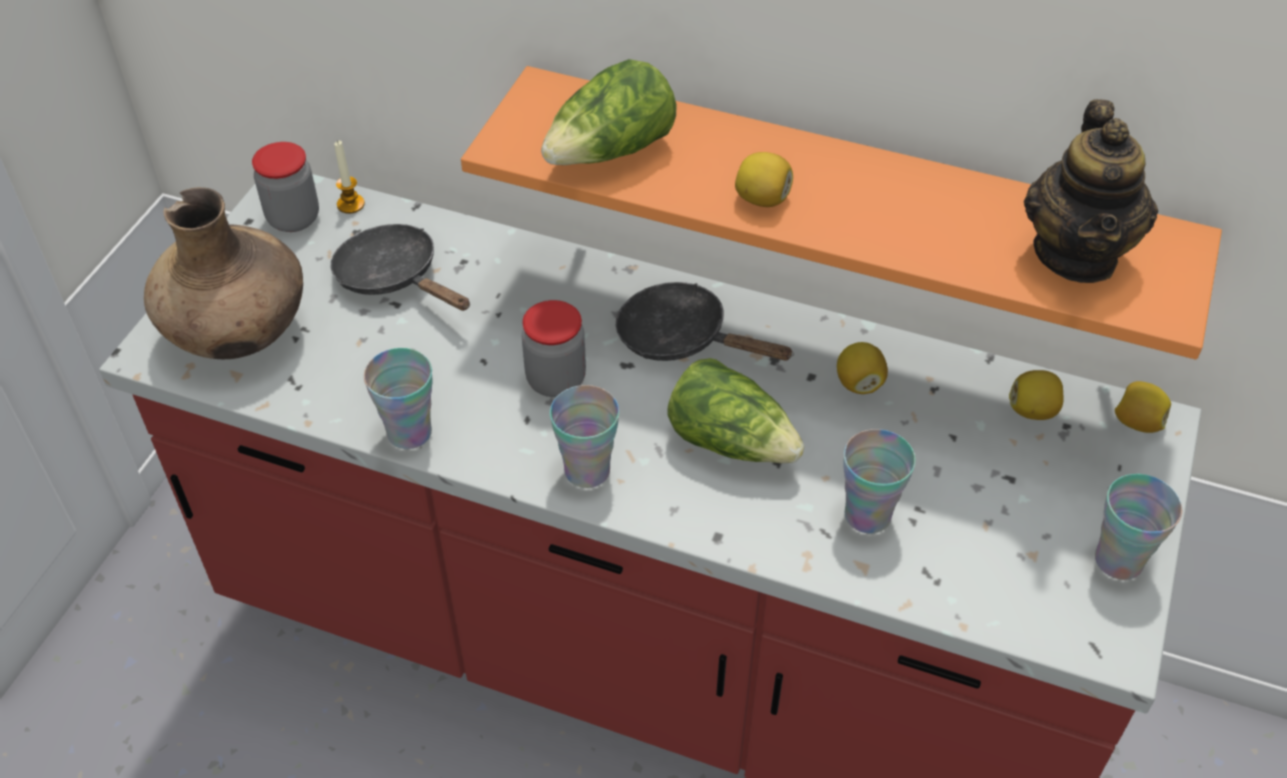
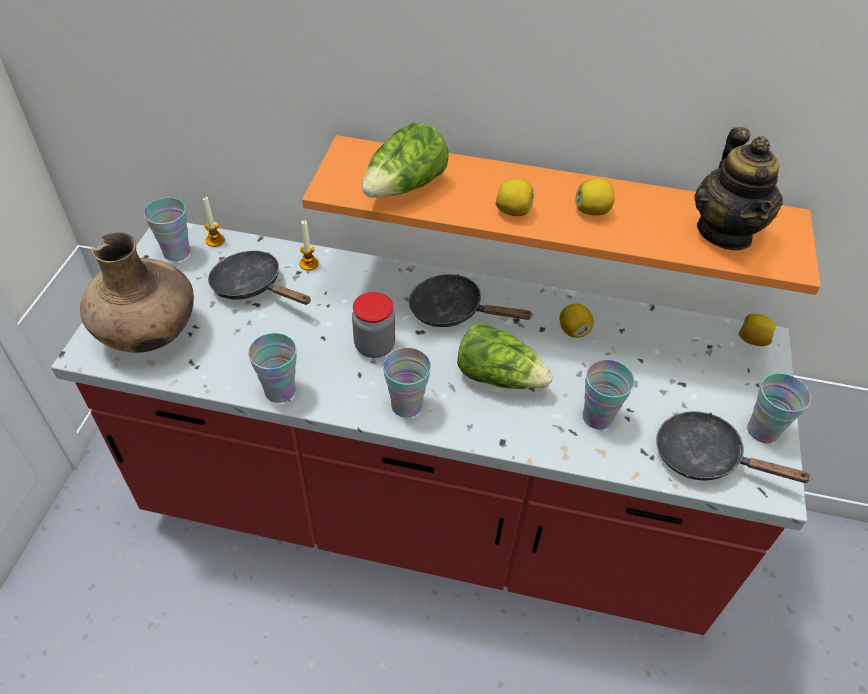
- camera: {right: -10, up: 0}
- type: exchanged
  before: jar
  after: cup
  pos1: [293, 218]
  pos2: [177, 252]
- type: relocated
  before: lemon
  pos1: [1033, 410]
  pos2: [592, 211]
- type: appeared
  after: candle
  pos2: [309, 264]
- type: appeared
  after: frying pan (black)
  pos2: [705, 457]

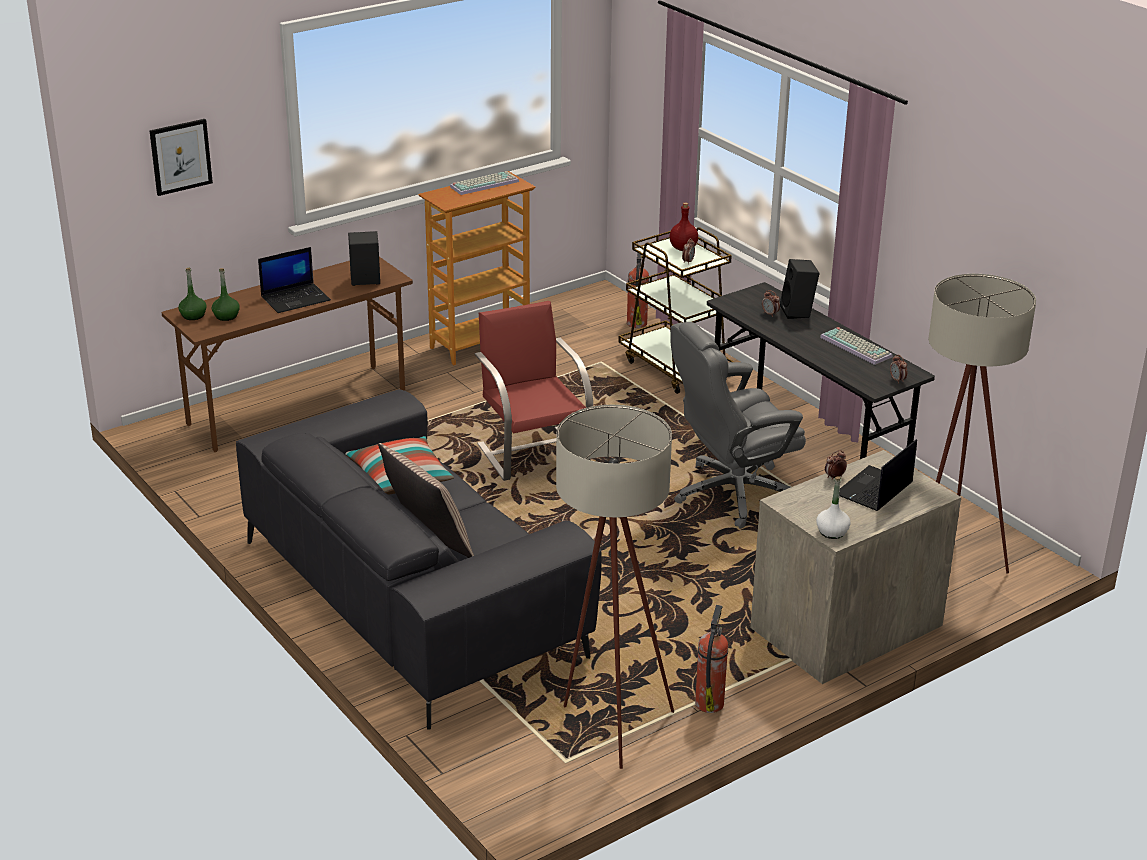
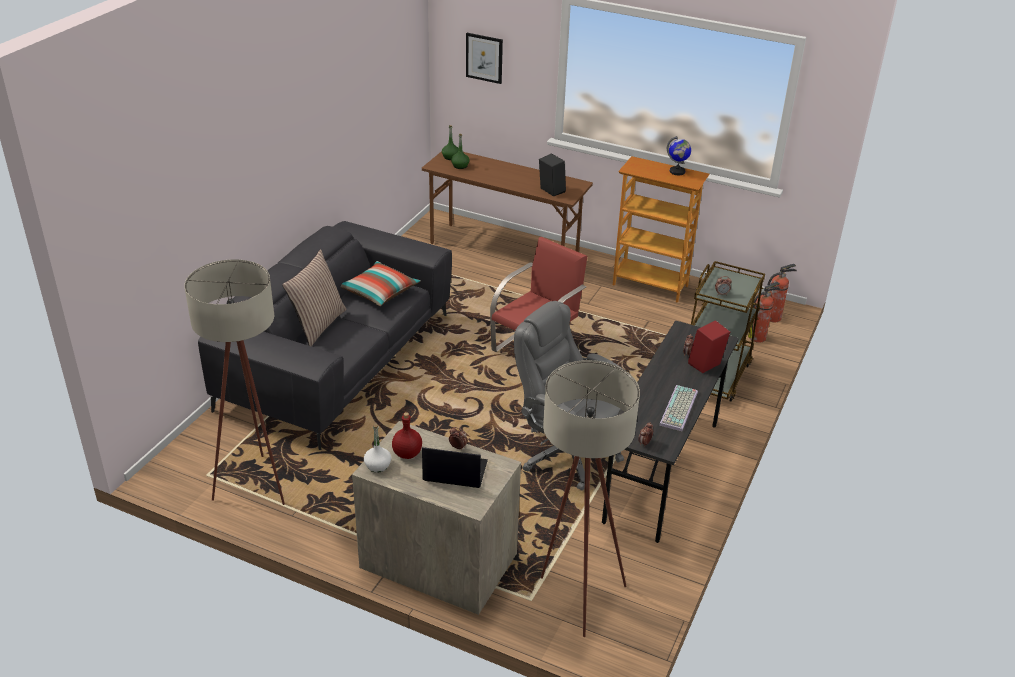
- camera: {right: 60, up: 5}
- type: exchanged
  before: keyboard
  after: globe
  pos1: [484, 183]
  pos2: [677, 172]
- type: relocated
  before: bottle (red)
  pos1: [683, 248]
  pos2: [407, 454]
- type: missing
  before: laptop
  pos1: [296, 298]
- type: colour
  before: speaker (black)
  after: speaker (red)
  pos1: [798, 312]
  pos2: [705, 366]
- type: relocated
  before: fire extinguisher
  pos1: [709, 702]
  pos2: [773, 317]

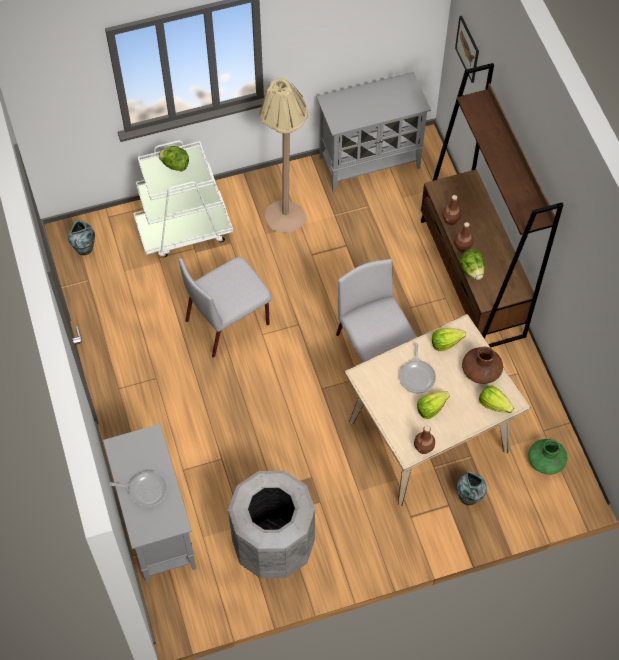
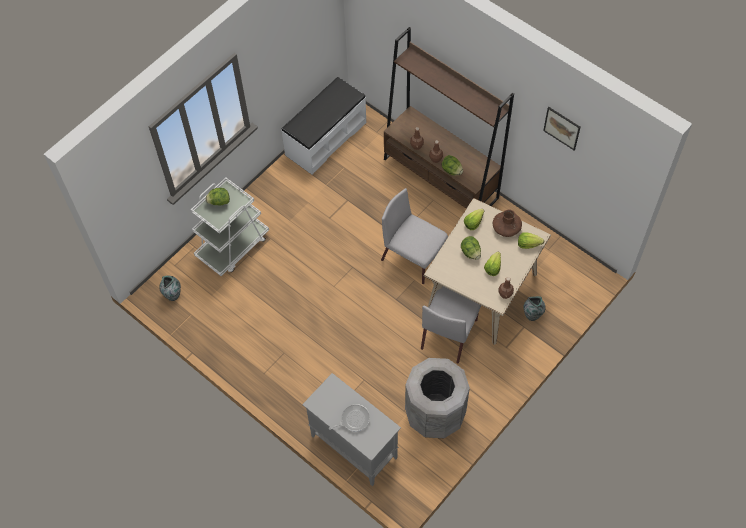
- camera: {right: -30, up: 0}
- type: relocated
  before: picture
  pos1: [467, 49]
  pos2: [562, 128]
- type: exchanged
  before: cabinet (grey)
  after: bench (white)
  pos1: [370, 162]
  pos2: [325, 138]
- type: missing
  before: floor lamp (beige)
  pos1: [286, 209]
- type: relocated
  before: chair (grey)
  pos1: [228, 321]
  pos2: [449, 333]
- type: exchanged
  before: frying pan
  after: lettuce
  pos1: [417, 376]
  pos2: [470, 252]
- type: missing
  before: vase (green)
  pos1: [546, 461]

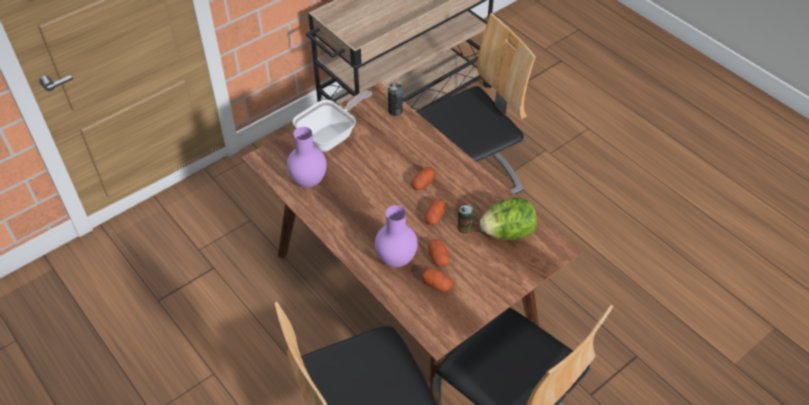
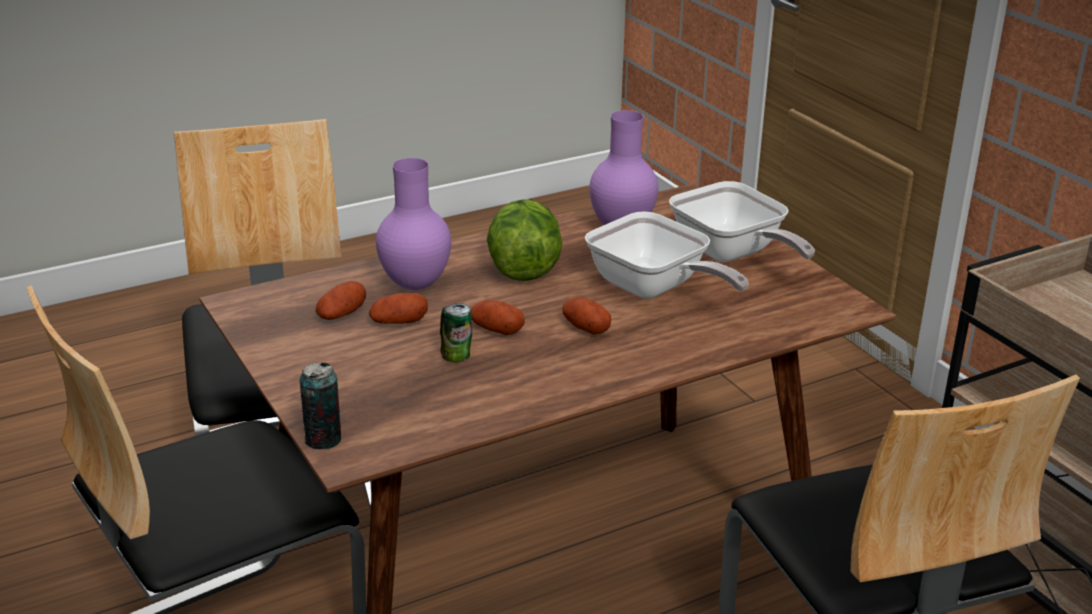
- camera: {right: 100, up: -20}
- type: relocated
  before: can
  pos1: [395, 111]
  pos2: [323, 439]
- type: relocated
  before: lettuce
  pos1: [508, 232]
  pos2: [523, 269]
- type: appeared
  after: frying pan
  pos2: [654, 289]

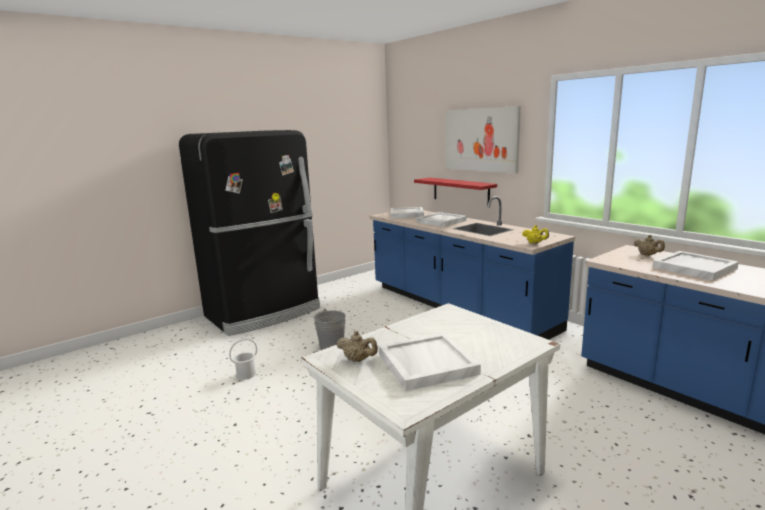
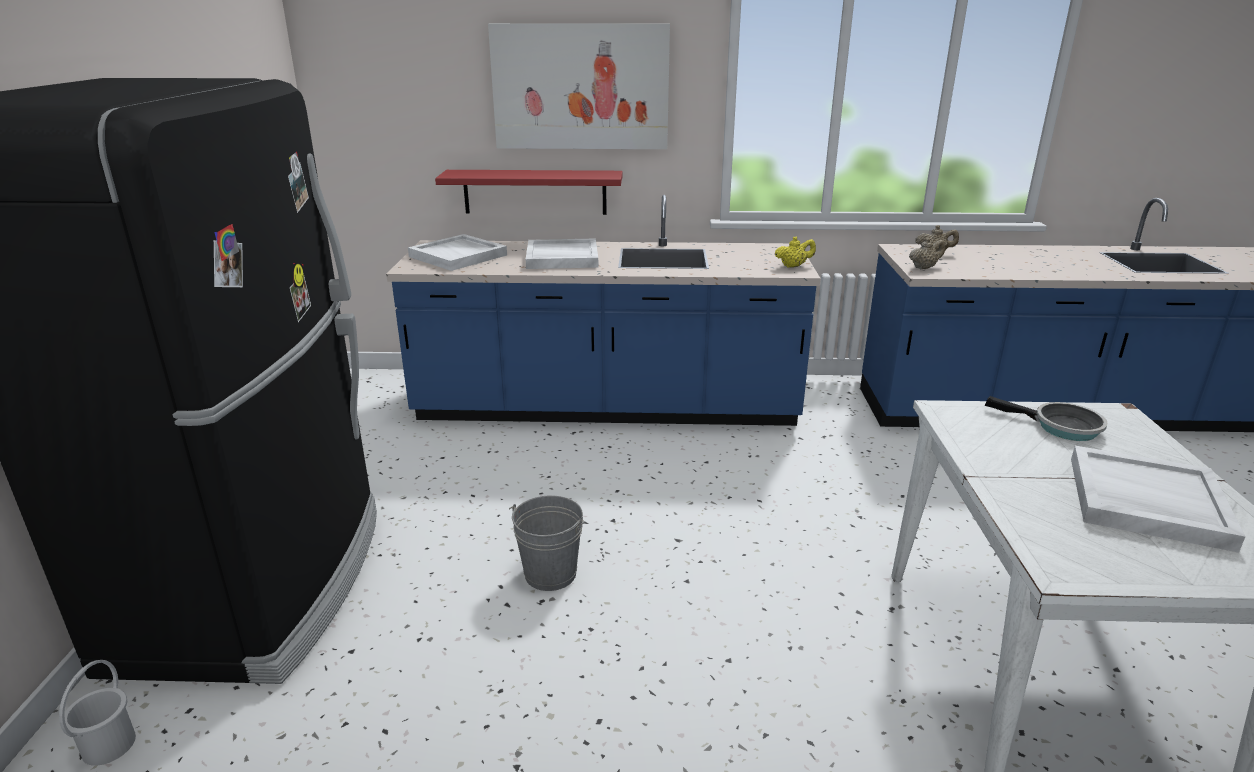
- camera: {right: -50, up: 10}
- type: missing
  before: tray (white)
  pos1: [694, 268]
- type: relocated
  before: teapot (beige)
  pos1: [358, 360]
  pos2: [924, 268]
- type: relocated
  before: bucket (white)
  pos1: [246, 374]
  pos2: [108, 745]
- type: appeared
  after: frying pan
  pos2: [1060, 427]

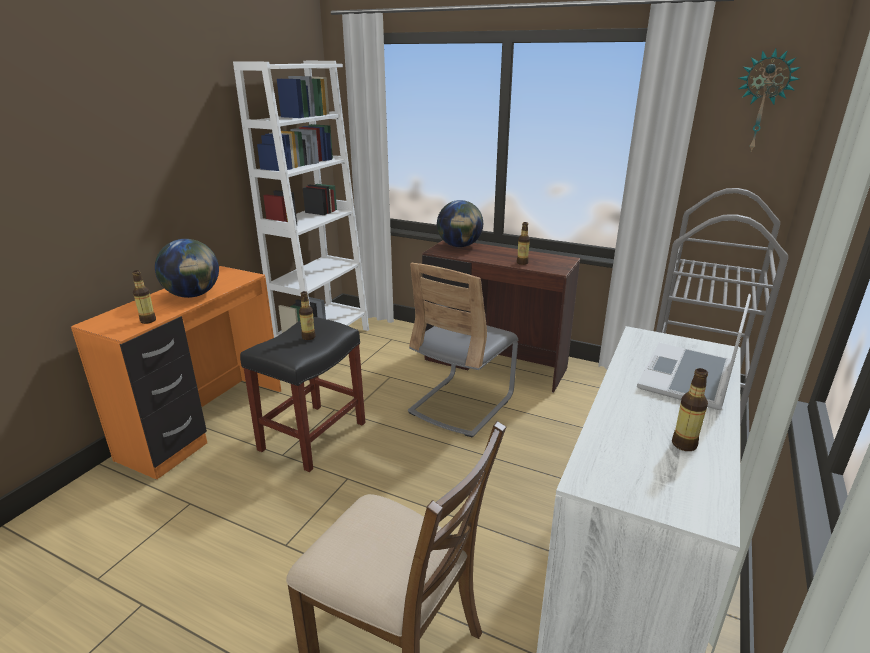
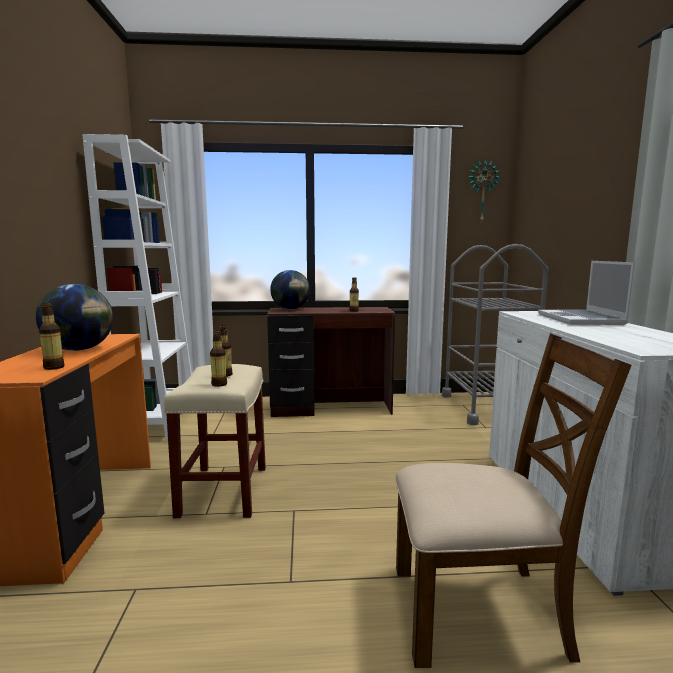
- camera: {right: -30, up: -15}
- type: missing
  before: chair (grey)
  pos1: [461, 404]
- type: colour
  before: stool (black)
  after: stool (beige)
  pos1: [312, 437]
  pos2: [224, 491]
- type: relocated
  before: bottle
  pos1: [684, 444]
  pos2: [219, 384]

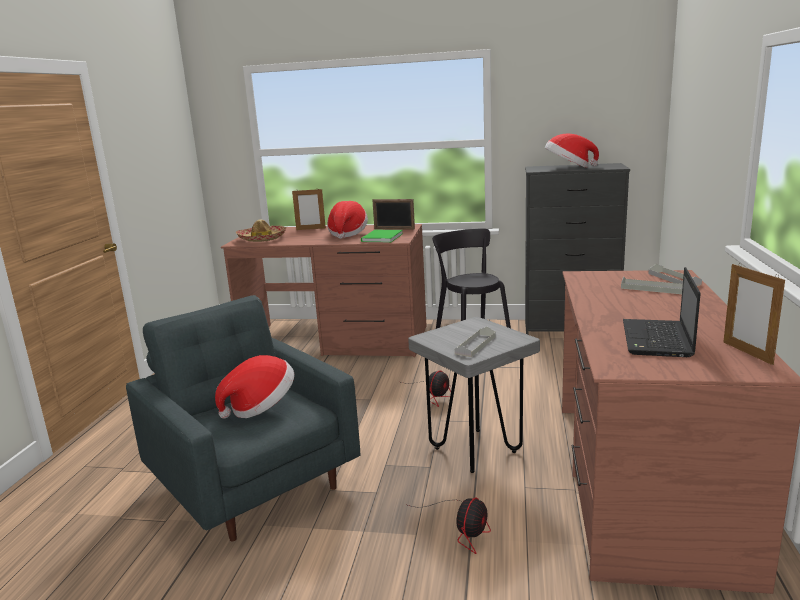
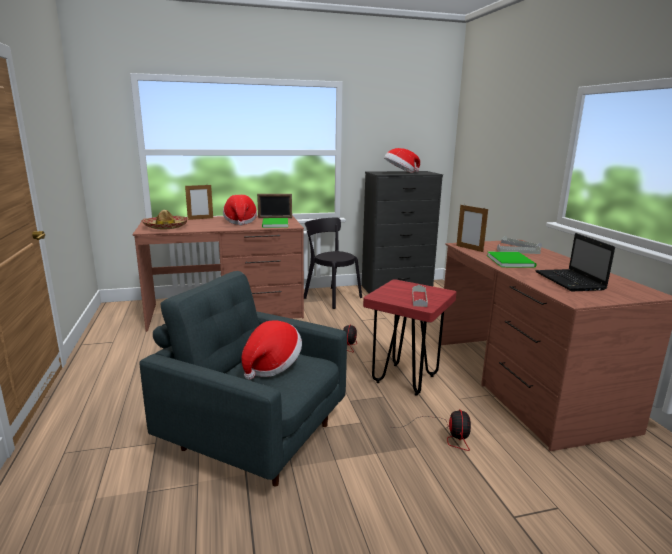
- camera: {right: -25, up: 0}
- type: relocated
  before: picture frame
  pos1: [747, 353]
  pos2: [469, 248]
- type: colour
  before: stool (grey)
  after: stool (red)
  pos1: [475, 450]
  pos2: [405, 379]
- type: appeared
  after: book (green)
  pos2: [510, 261]

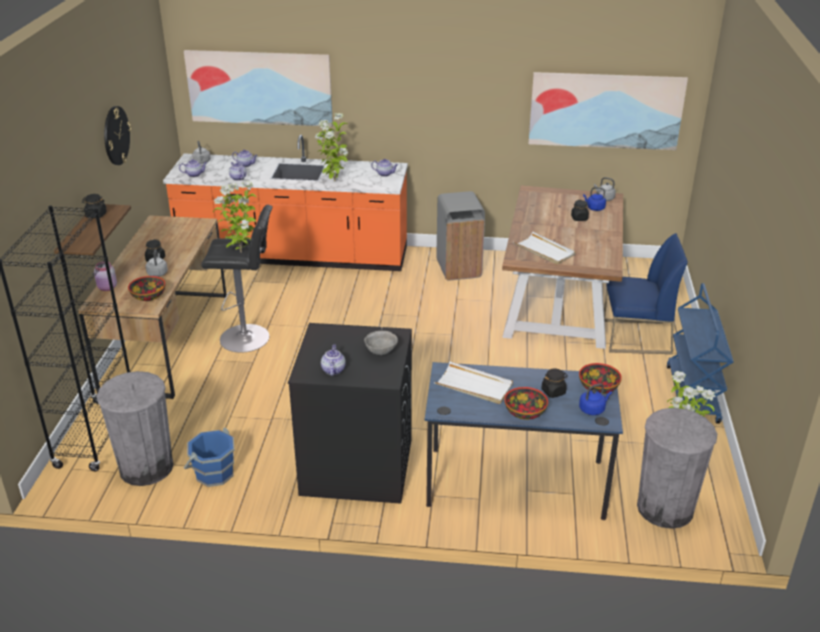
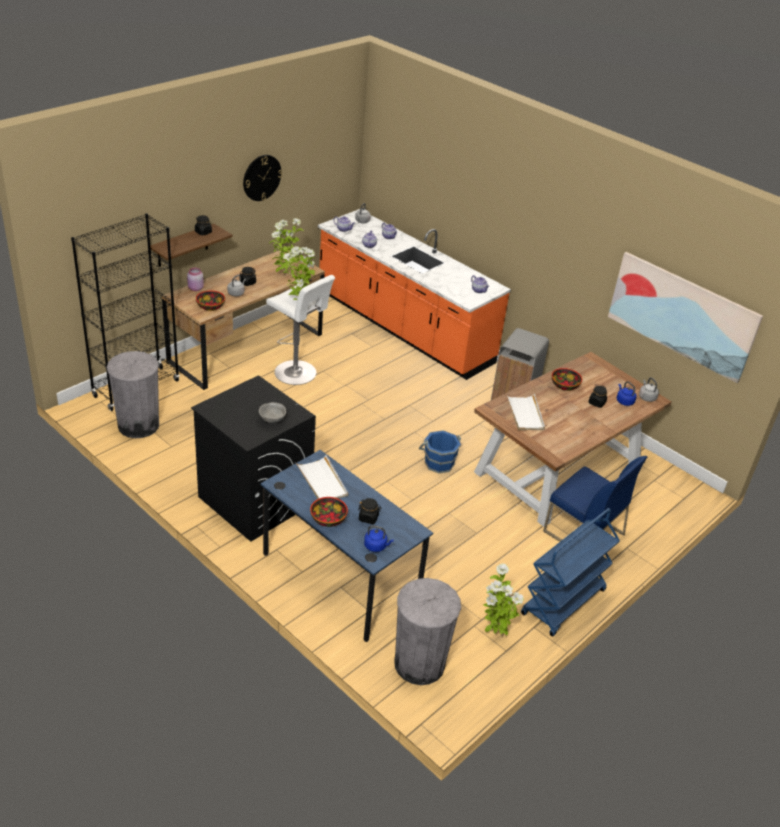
- camera: {right: 35, up: 5}
- type: missing
  before: picture
  pos1: [259, 88]
- type: relocated
  before: potted plant
  pos1: [333, 181]
  pos2: [285, 275]
- type: colour
  before: stool (black)
  after: stool (white)
  pos1: [248, 338]
  pos2: [298, 374]
- type: missing
  before: teapot
  pos1: [333, 370]
- type: relocated
  before: bowl
  pos1: [598, 387]
  pos2: [565, 386]
- type: relocated
  before: bucket (blue)
  pos1: [214, 473]
  pos2: [439, 463]

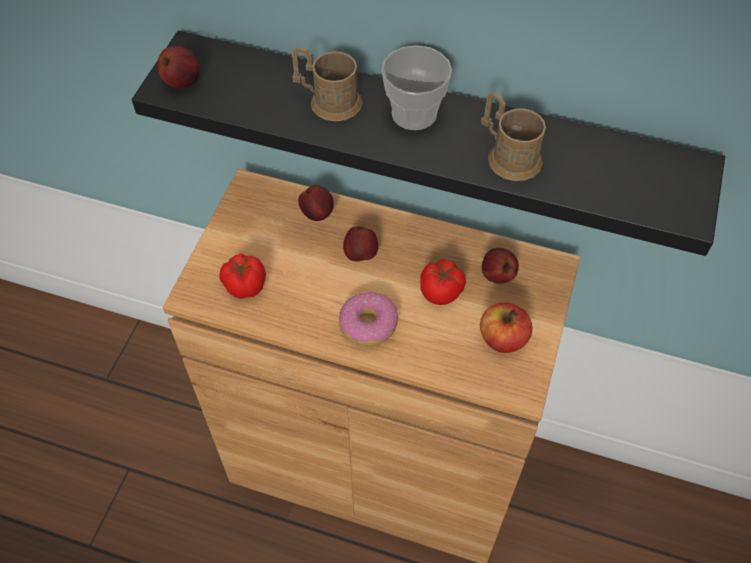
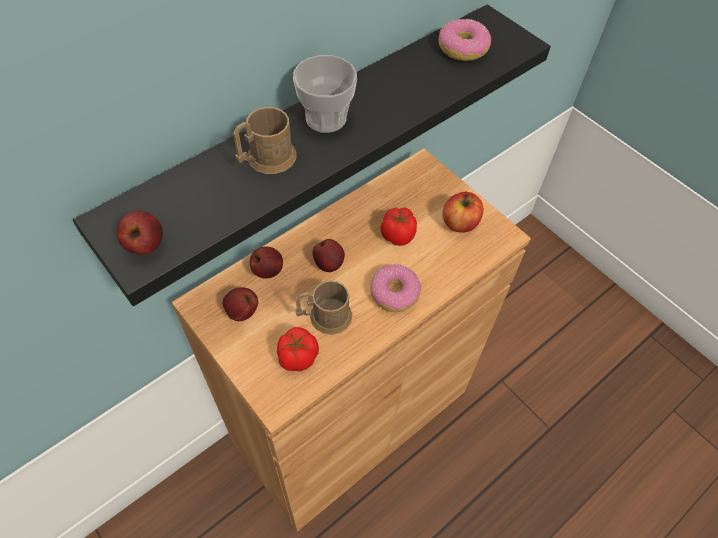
- camera: {right: -60, up: 0}
- type: relocated
  before: mug (brown)
  pos1: [508, 155]
  pos2: [324, 317]
- type: relocated
  before: apple
  pos1: [497, 275]
  pos2: [242, 312]
- type: appeared
  after: donut
  pos2: [462, 48]

